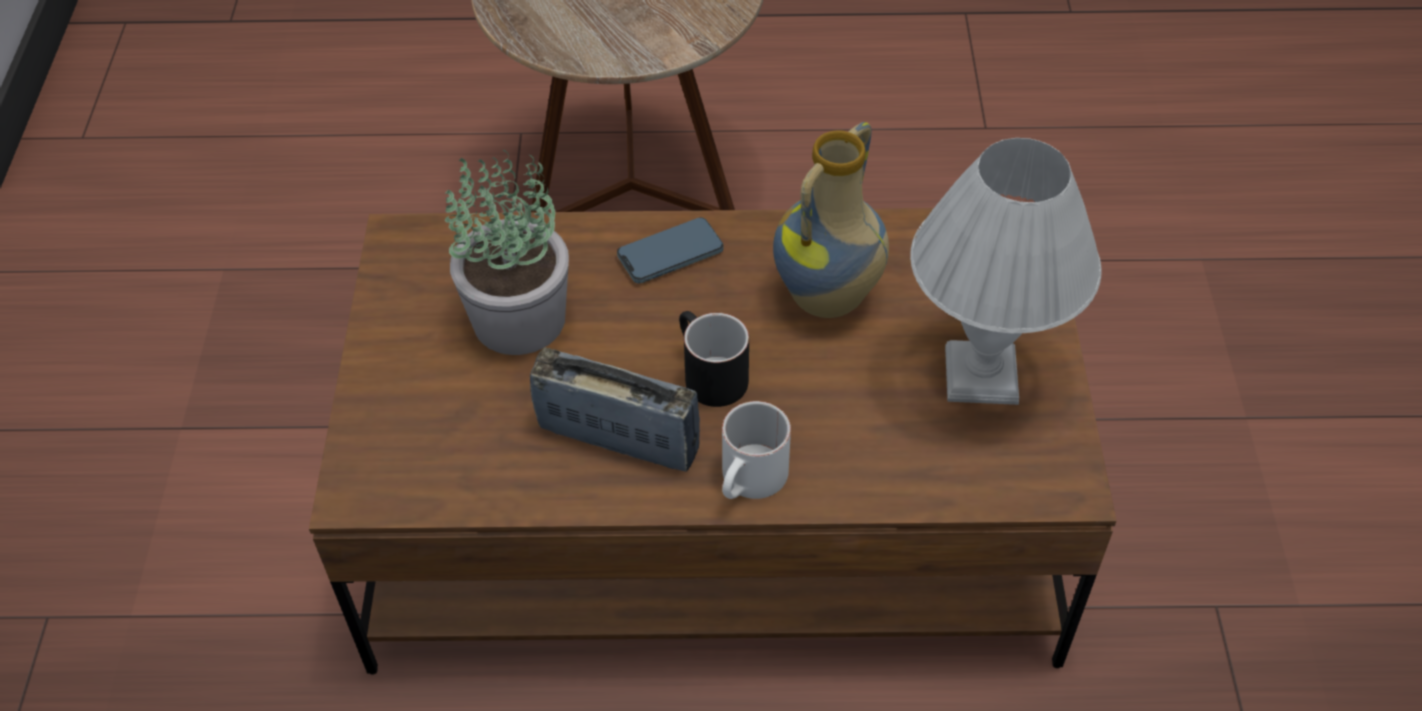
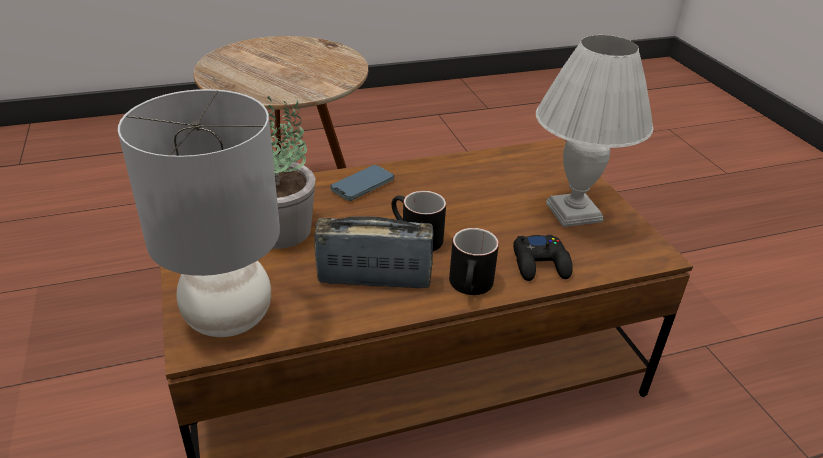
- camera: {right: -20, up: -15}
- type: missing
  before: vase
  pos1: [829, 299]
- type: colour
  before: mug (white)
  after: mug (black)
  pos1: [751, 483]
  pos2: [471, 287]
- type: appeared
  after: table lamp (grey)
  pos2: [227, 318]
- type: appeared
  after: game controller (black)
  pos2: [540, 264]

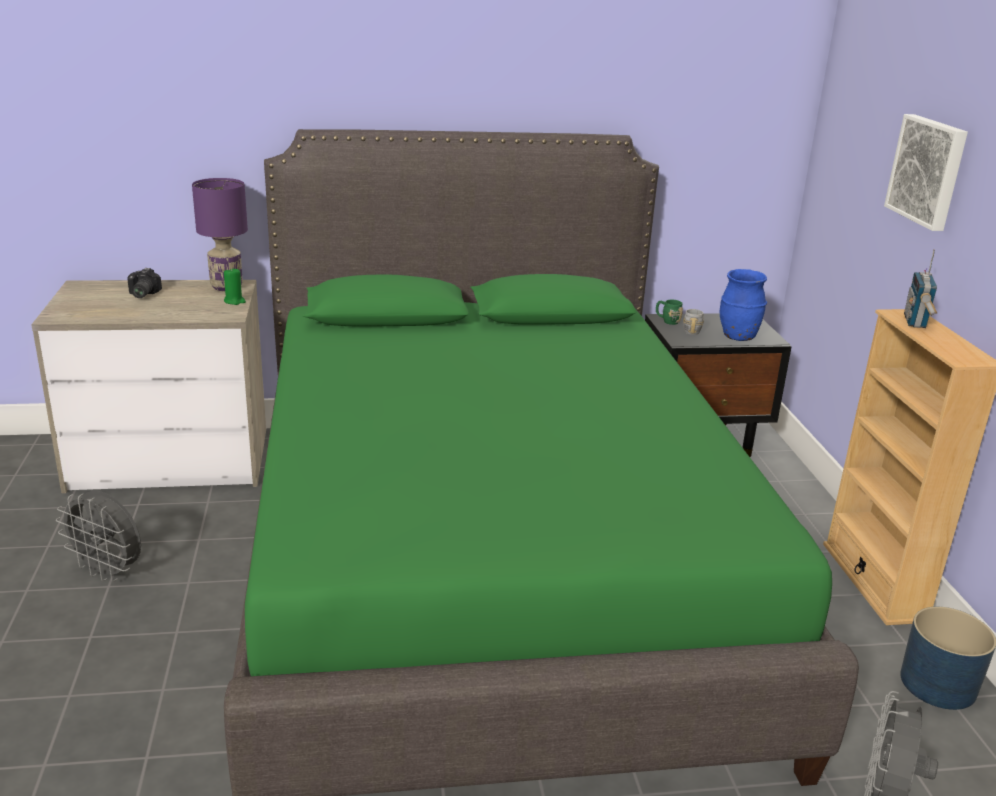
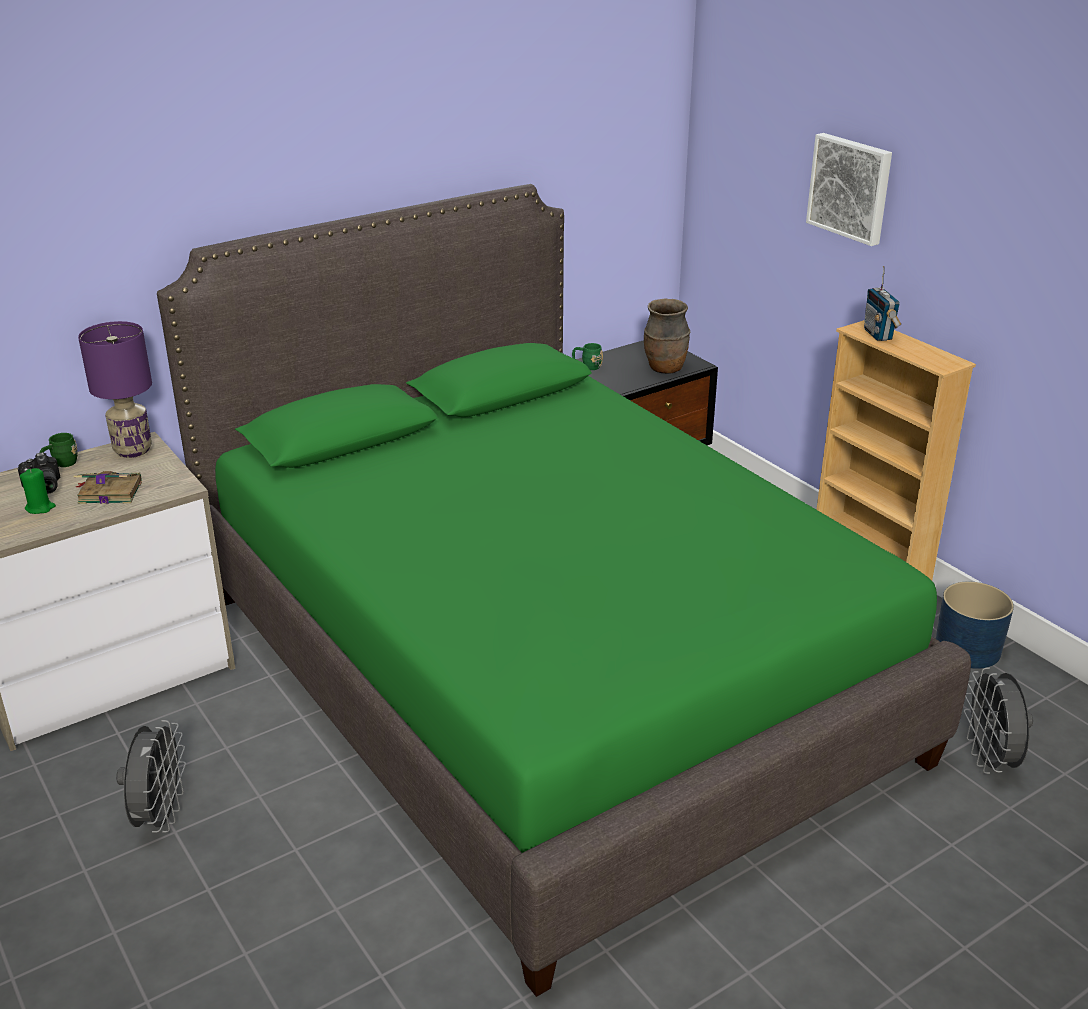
- camera: {right: -25, up: 5}
- type: relocated
  before: candle (green)
  pos1: [234, 301]
  pos2: [40, 508]
- type: colour
  before: vase (blue)
  after: vase (brown)
  pos1: [738, 337]
  pos2: [665, 369]
- type: missing
  before: mug (grey)
  pos1: [691, 330]
- type: spun
  before: fan (grey)
  pos1: [109, 572]
  pos2: [160, 817]
  turn: -90
- type: appeared
  after: mug (green)
  pos2: [61, 465]
- type: appeared
  after: book
  pos2: [109, 492]

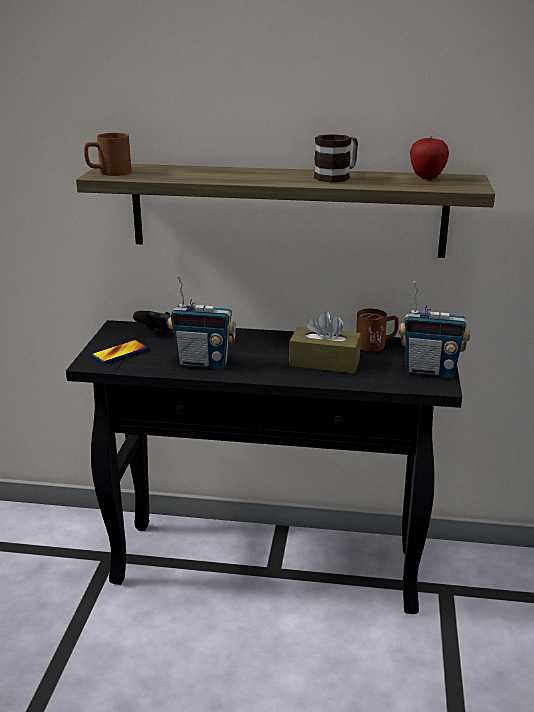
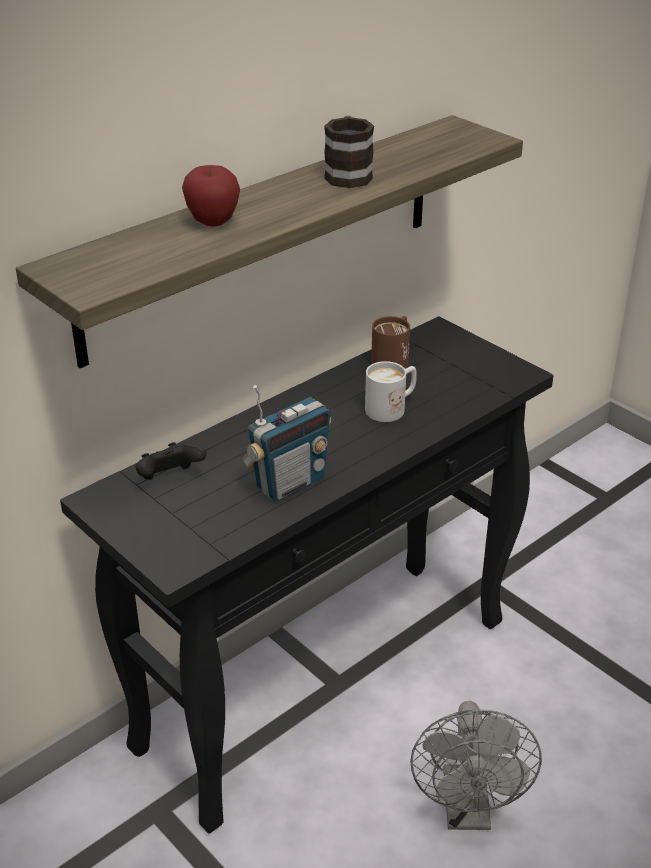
- camera: {right: -50, up: 10}
- type: missing
  before: mug (brown)
  pos1: [108, 173]
- type: relocated
  before: apple
  pos1: [427, 178]
  pos2: [213, 223]
- type: missing
  before: radio
  pos1: [430, 371]
- type: exchanged
  before: tissue box (brown)
  after: mug (white)
  pos1: [324, 362]
  pos2: [392, 408]
- type: missing
  before: phone
  pos1: [120, 352]
- type: appeared
  after: fan (grey)
  pos2: [468, 811]

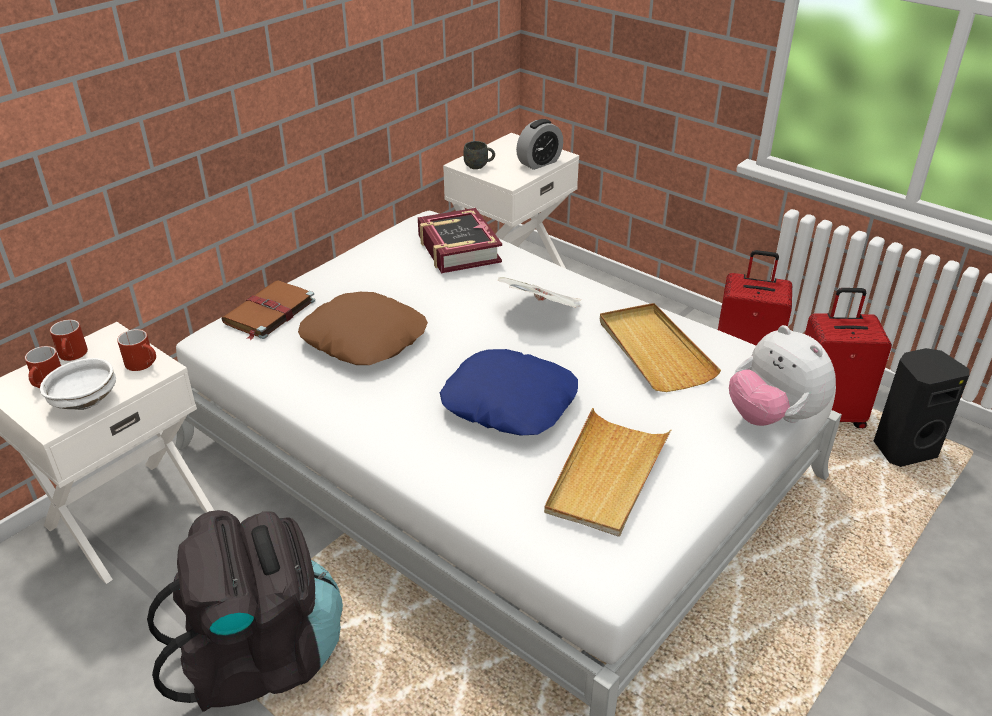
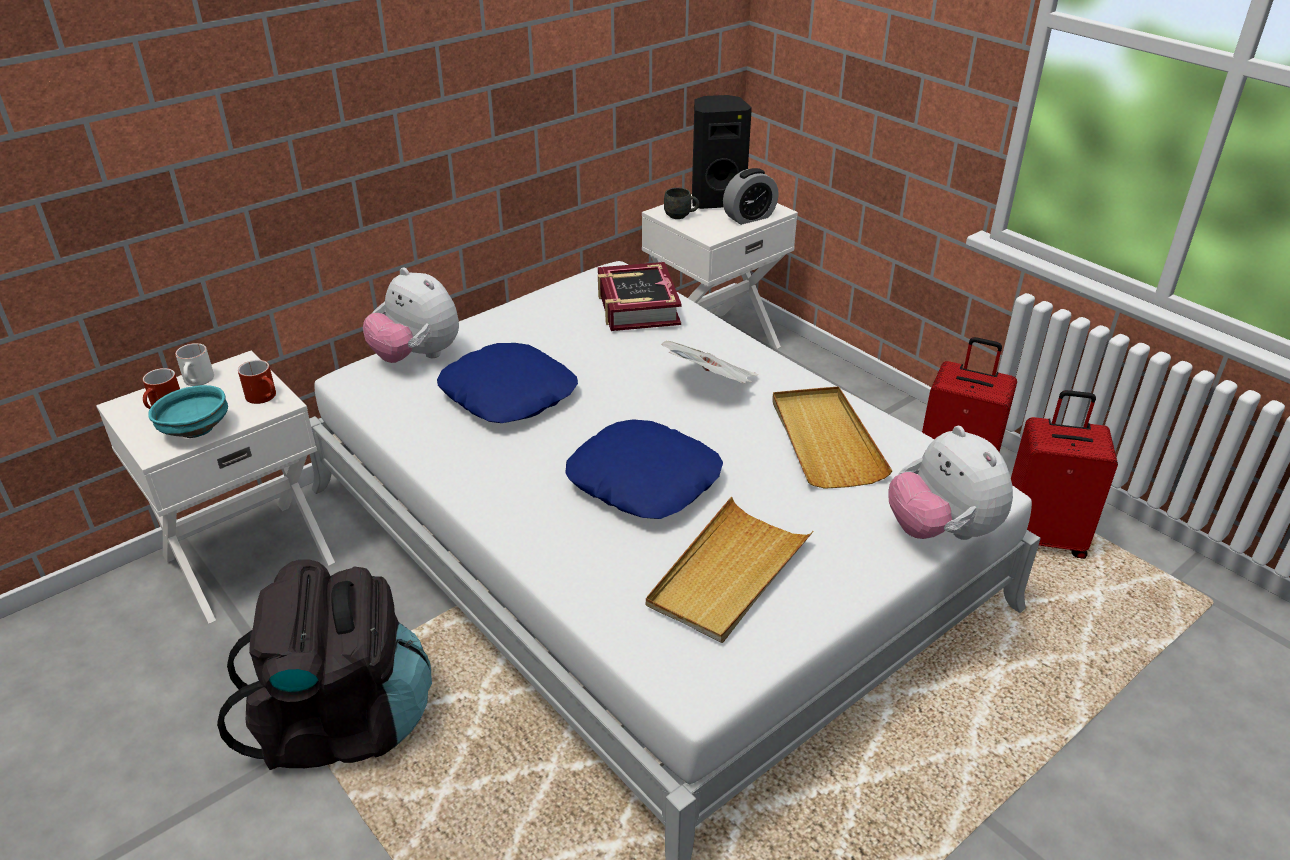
- camera: {right: 10, up: 0}
- type: exchanged
  before: book (brown)
  after: plush toy
  pos1: [269, 312]
  pos2: [417, 356]
- type: colour
  before: pillow (brown)
  after: pillow (blue)
  pos1: [364, 338]
  pos2: [509, 394]
- type: colour
  before: mug (red)
  after: mug (white)
  pos1: [73, 356]
  pos2: [198, 381]
- type: relocated
  before: speaker (black)
  pos1: [903, 448]
  pos2: [716, 200]
- type: colour
  before: bowl (white)
  after: bowl (turquoise)
  pos1: [84, 401]
  pos2: [195, 430]

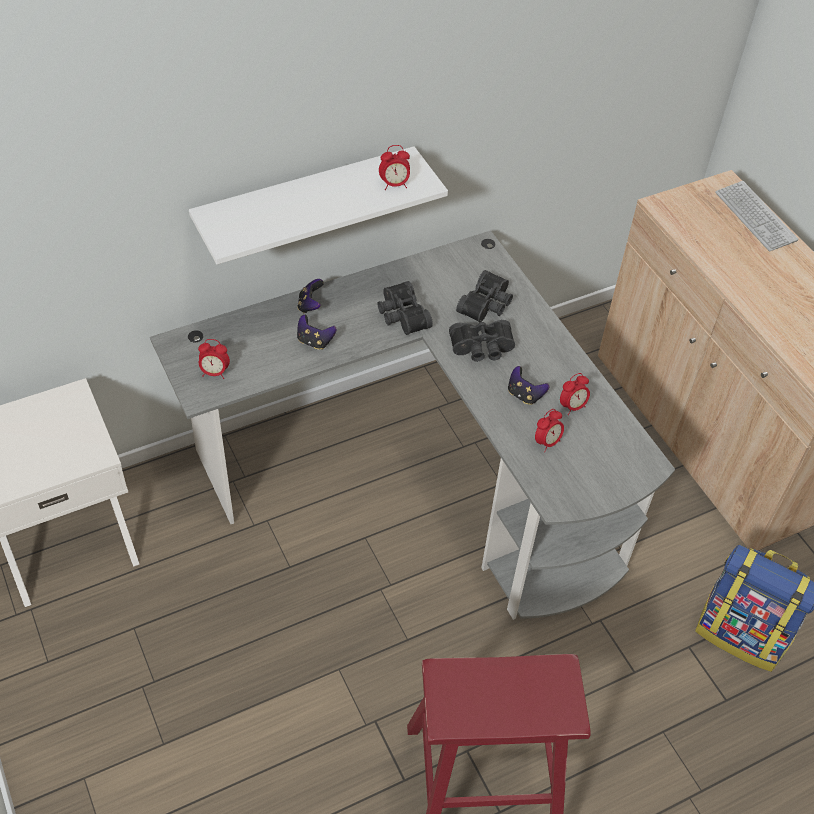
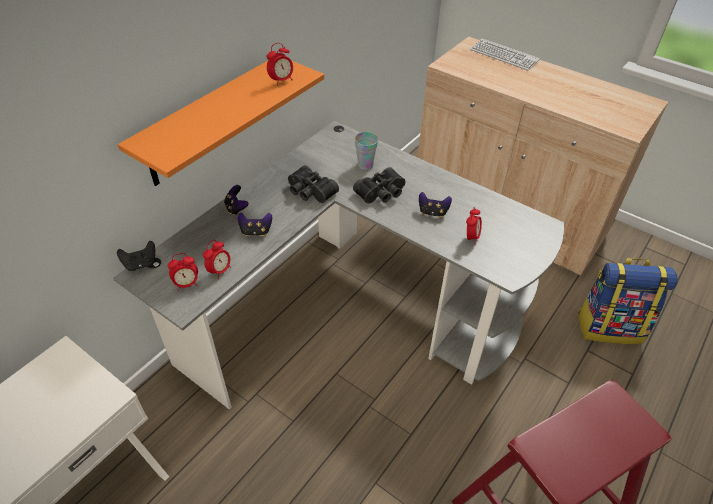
- camera: {right: -25, up: -5}
- type: colour
  before: shelf (white)
  after: shelf (orange)
  pos1: [306, 203]
  pos2: [210, 121]
- type: exchanged
  before: binoculars (black)
  after: cup
  pos1: [487, 305]
  pos2: [365, 165]
- type: relocated
  before: alarm clock
  pos1: [572, 406]
  pos2: [220, 271]
- type: appeared
  after: game controller (black)
  pos2: [141, 264]

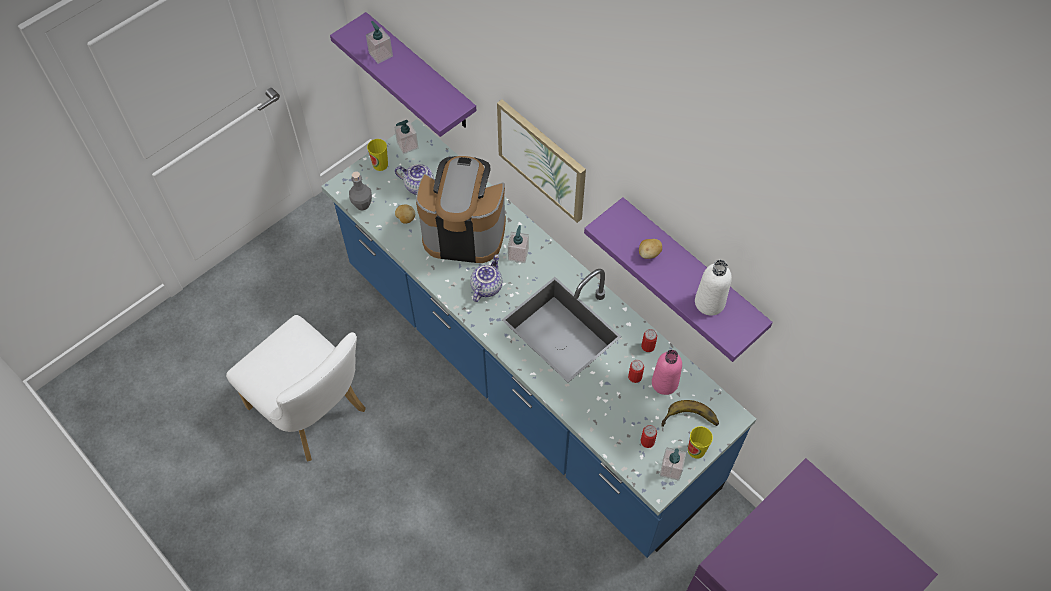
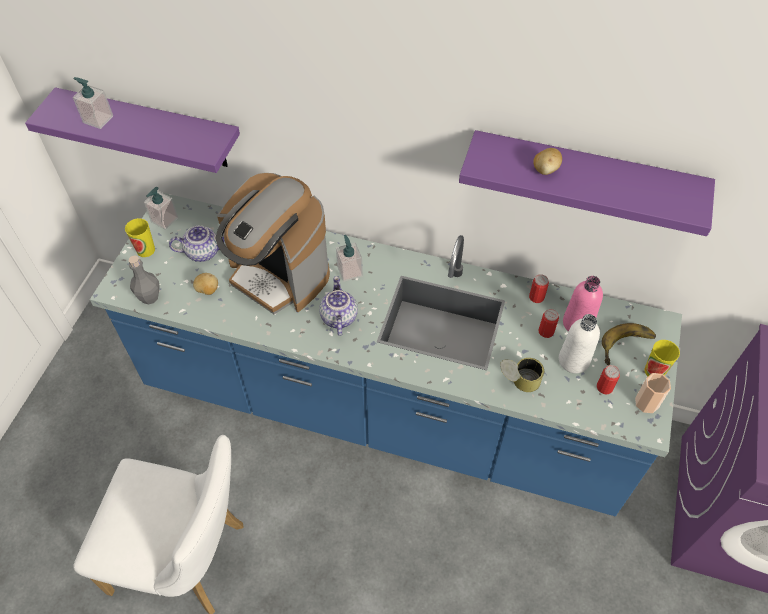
- camera: {right: -30, up: -5}
- type: missing
  before: picture
  pos1: [542, 159]
- type: spun
  before: coffee machine
  pos1: [463, 232]
  pos2: [279, 276]
  turn: -120
- type: relocated
  before: bottle (white)
  pos1: [709, 302]
  pos2: [573, 360]
- type: exchanged
  before: soap dispenser
  after: cup
  pos1: [671, 469]
  pos2: [646, 403]
- type: appeared
  after: can
  pos2: [518, 381]

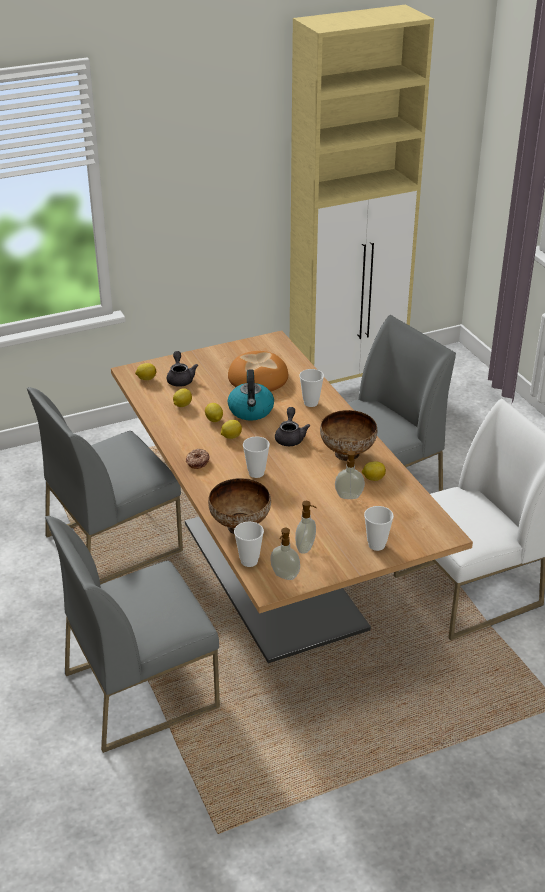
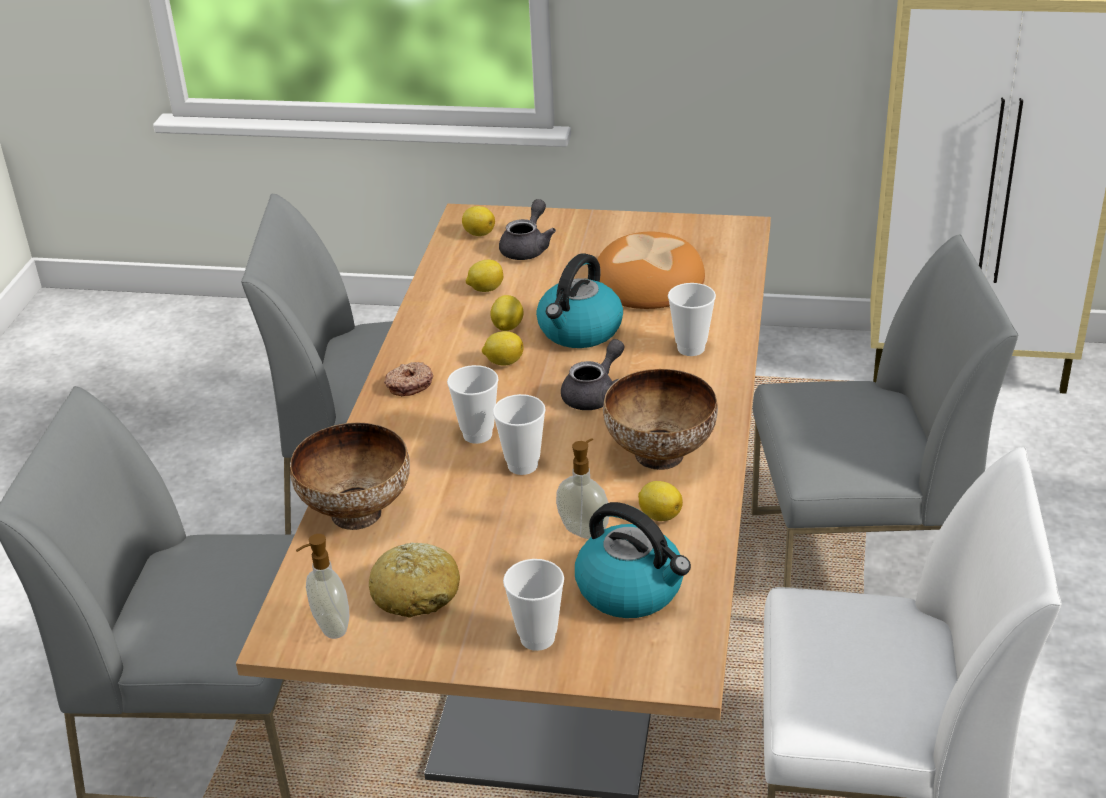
- camera: {right: 35, up: 0}
- type: exchanged
  before: soap dispenser
  after: bread
  pos1: [306, 548]
  pos2: [416, 593]
- type: relocated
  before: cup
  pos1: [249, 561]
  pos2: [522, 465]
- type: appeared
  after: kettle
  pos2: [632, 589]

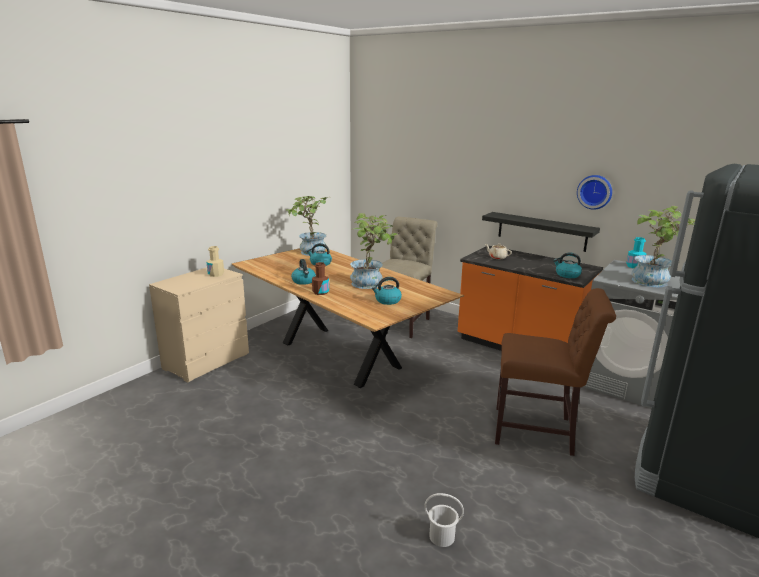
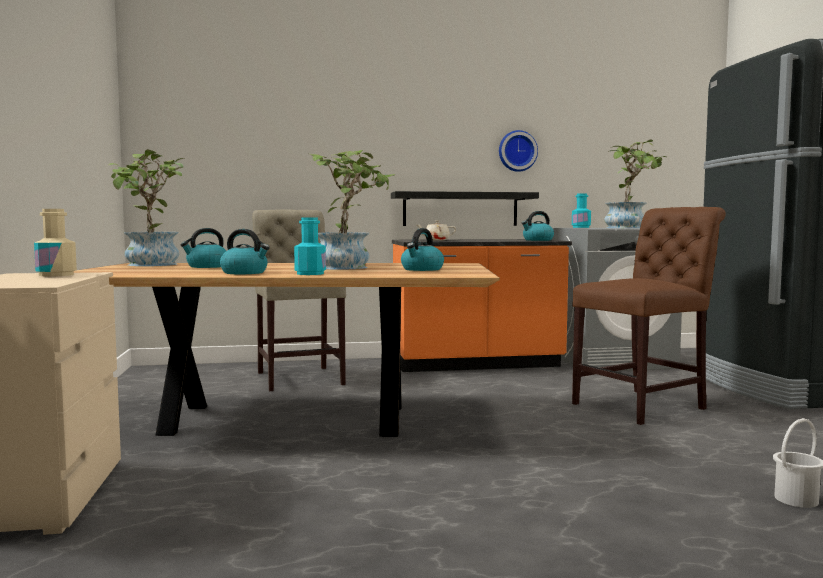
- camera: {right: -45, up: -15}
- type: colour
  before: bottle (brown)
  after: bottle (turquoise)
  pos1: [320, 292]
  pos2: [310, 274]

